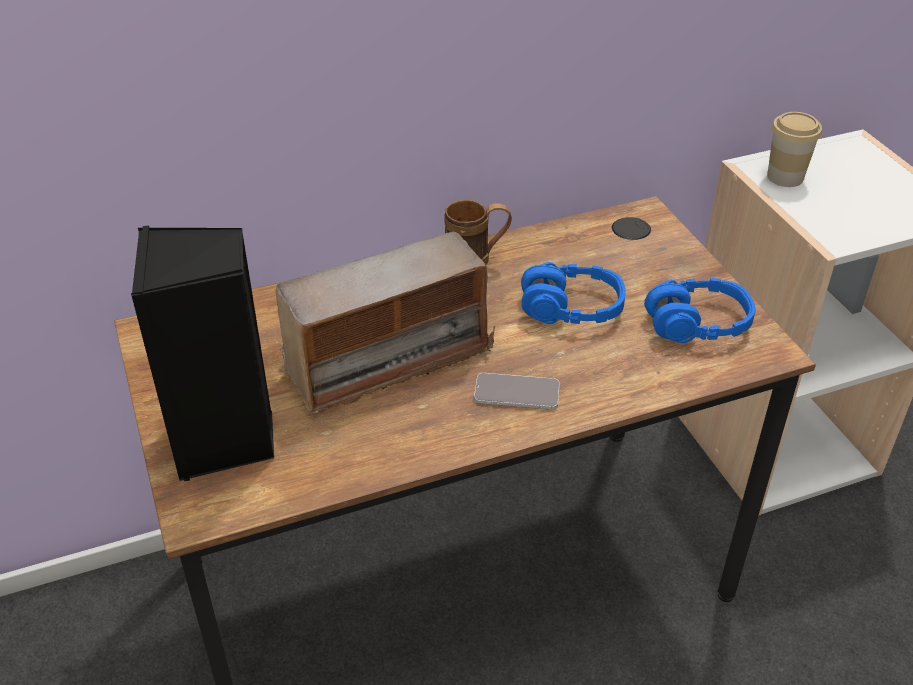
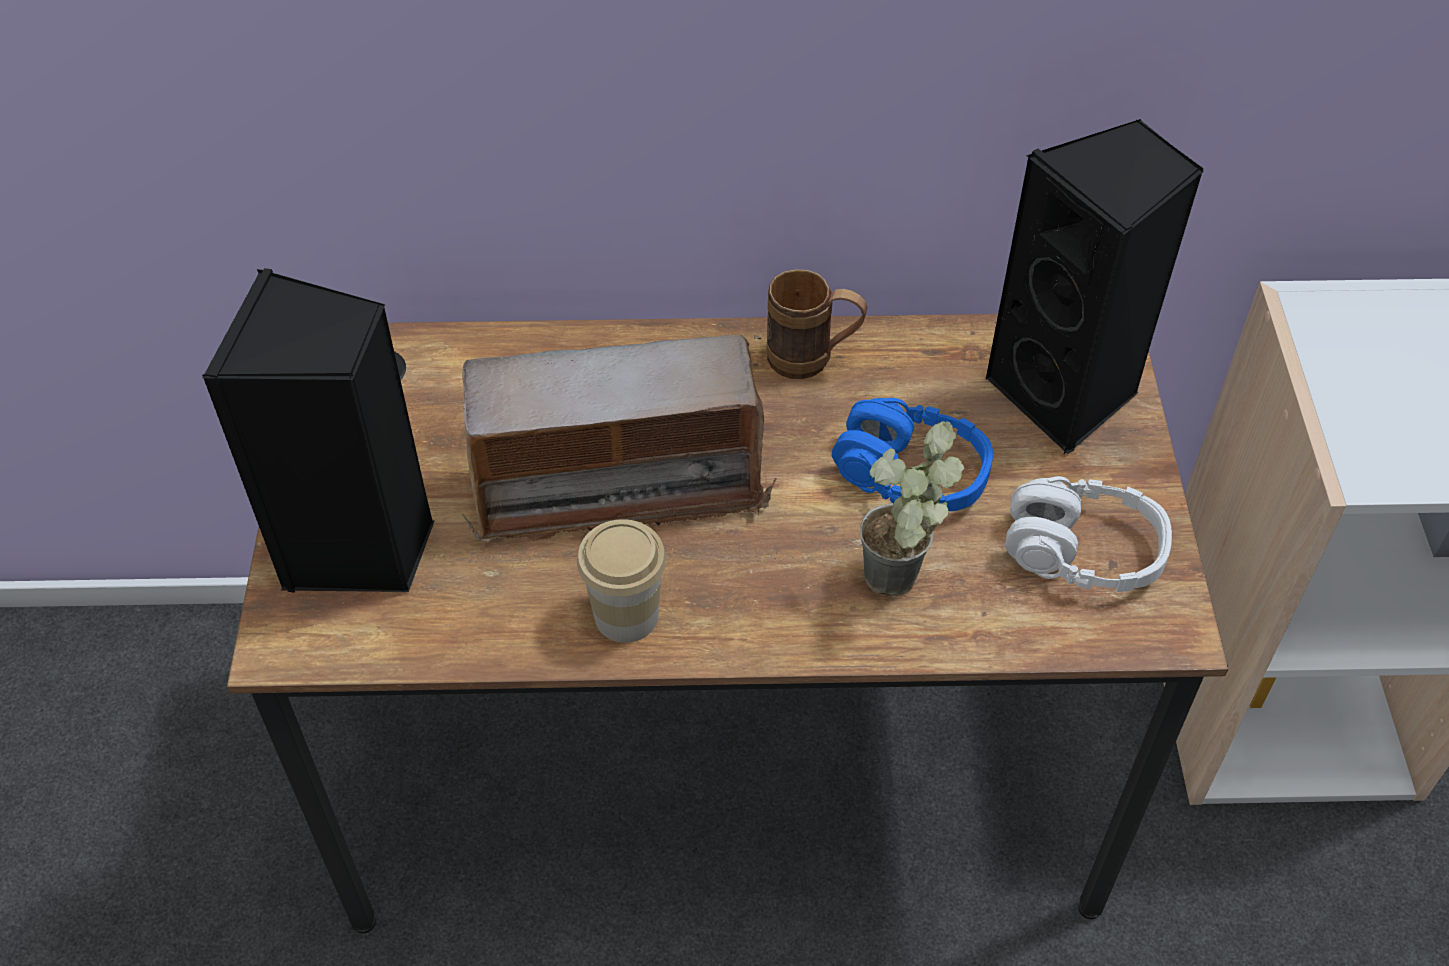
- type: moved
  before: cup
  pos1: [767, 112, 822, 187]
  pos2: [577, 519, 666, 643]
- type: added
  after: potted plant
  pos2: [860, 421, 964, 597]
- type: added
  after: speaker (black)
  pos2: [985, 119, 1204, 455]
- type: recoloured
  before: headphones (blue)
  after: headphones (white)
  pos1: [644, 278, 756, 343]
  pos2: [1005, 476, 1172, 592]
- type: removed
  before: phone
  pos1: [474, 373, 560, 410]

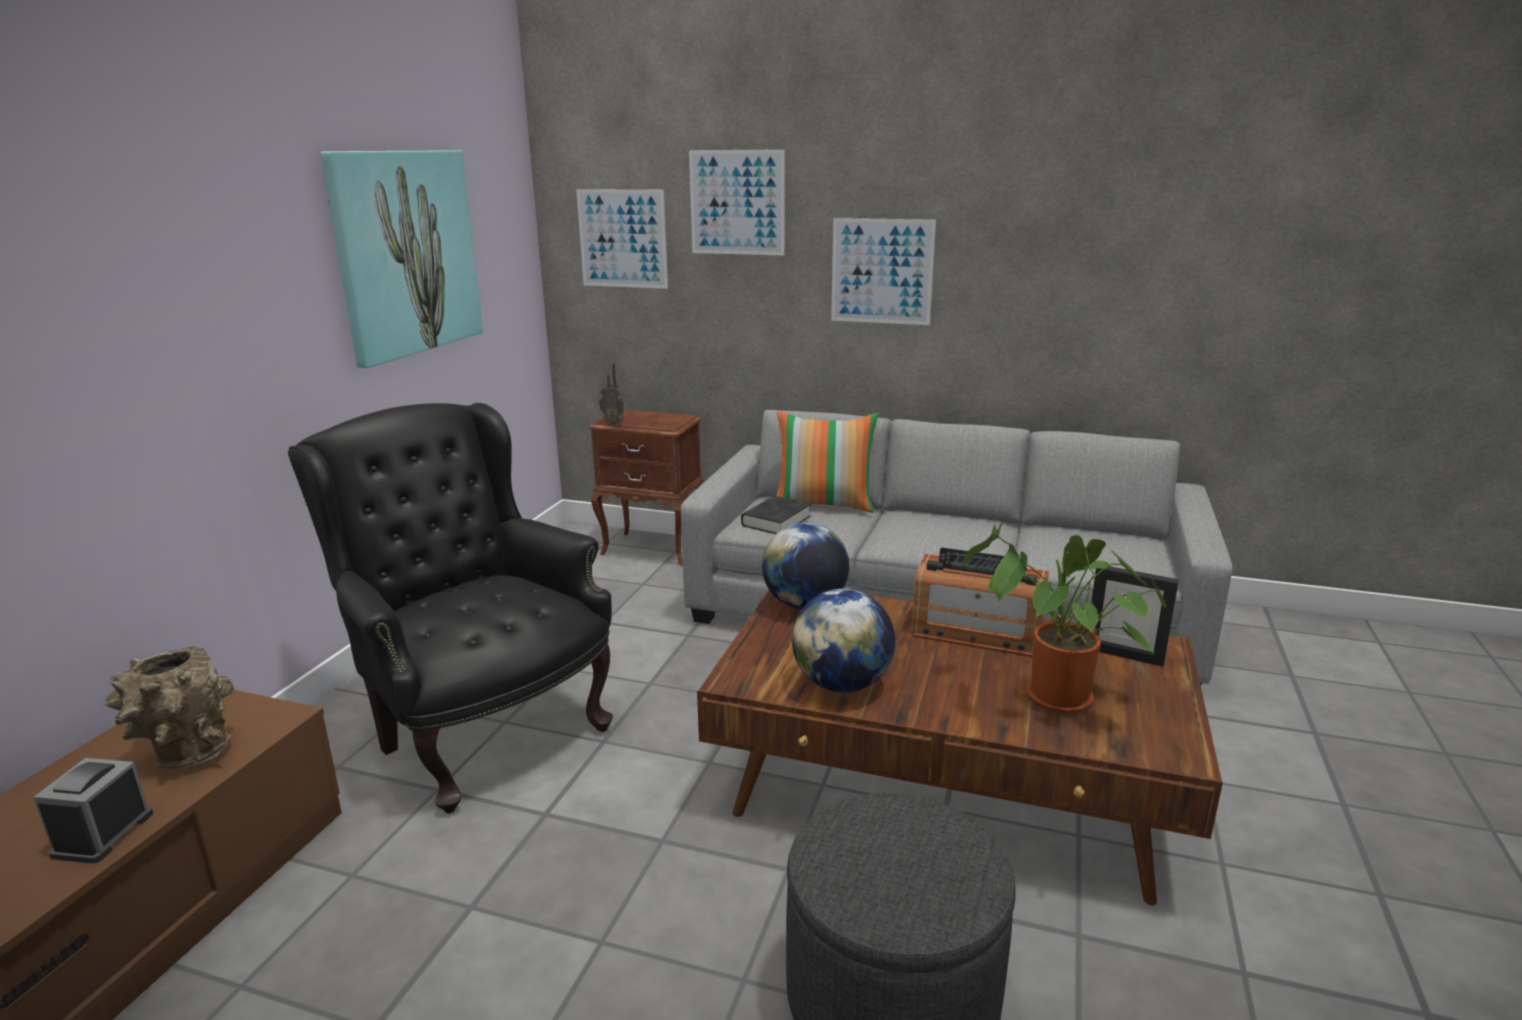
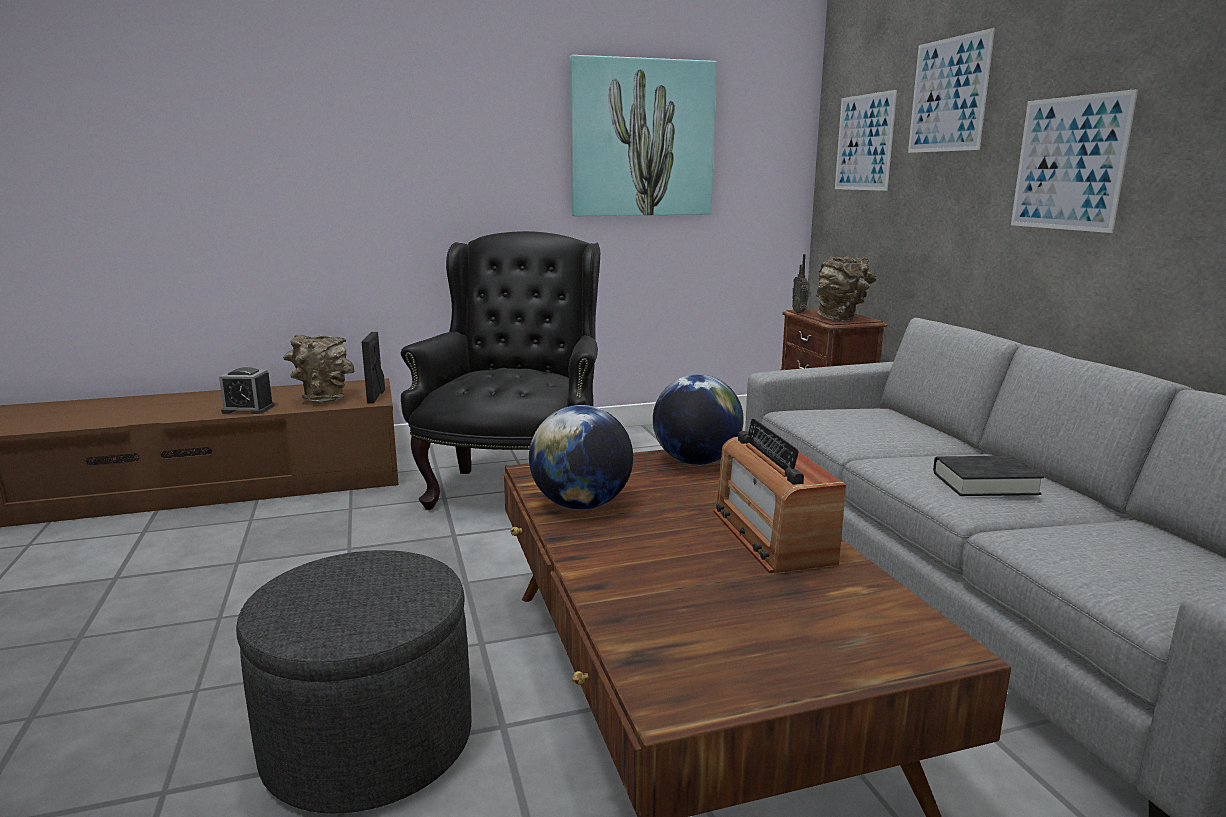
- type: turned
  before: alarm clock
  pos1: [33, 758, 153, 864]
  pos2: [219, 367, 275, 414]
  turn: -150
- type: moved
  before: picture frame
  pos1: [1091, 566, 1179, 667]
  pos2: [362, 332, 385, 403]
- type: added
  after: vase (brown)
  pos2: [816, 255, 876, 321]
- type: moved
  before: book (black)
  pos1: [741, 496, 811, 534]
  pos2: [933, 456, 1044, 496]
- type: removed
  before: pillow
  pos1: [776, 411, 878, 513]
- type: removed
  before: potted plant
  pos1: [964, 522, 1166, 714]

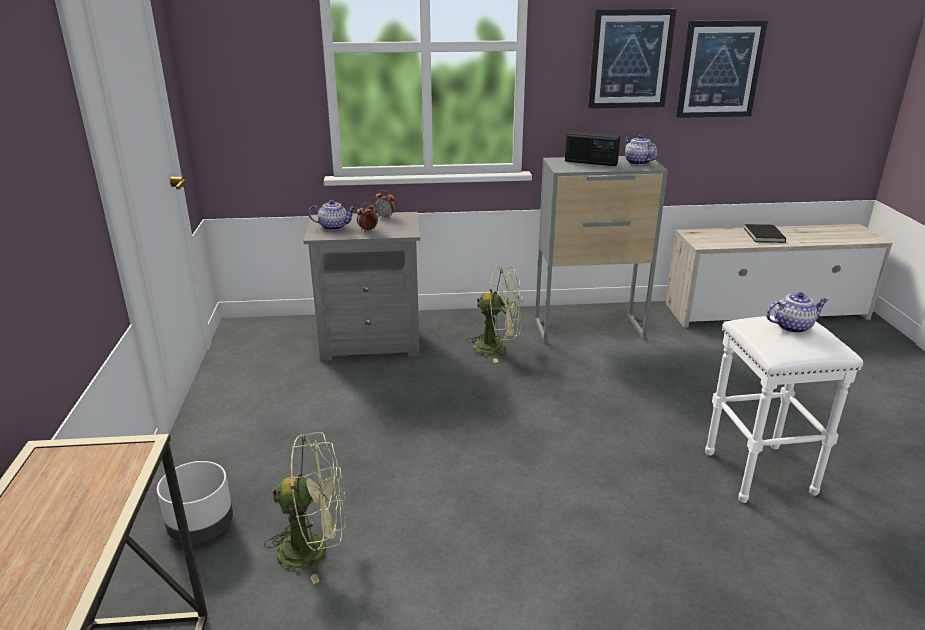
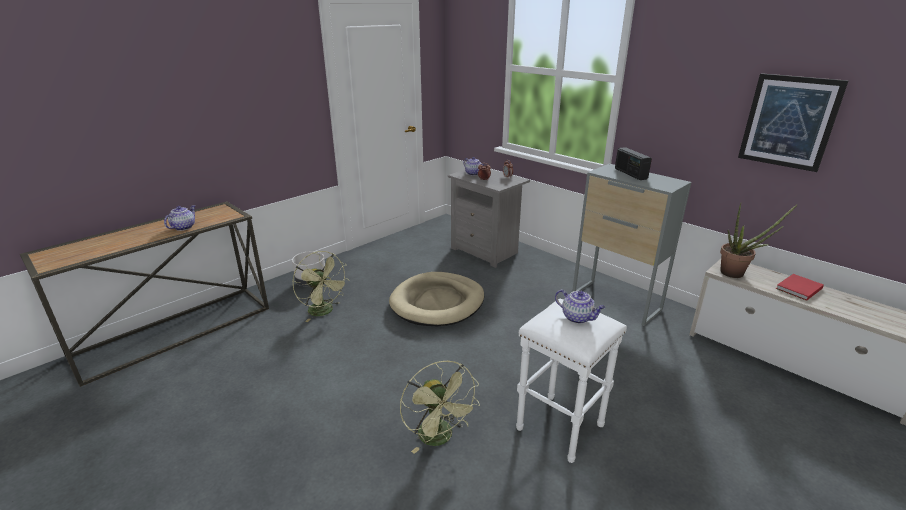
- type: moved
  before: teapot
  pos1: [624, 135, 657, 165]
  pos2: [164, 205, 195, 231]
- type: added
  after: dog bed (beige)
  pos2: [389, 272, 484, 326]
- type: moved
  before: fan (green)
  pos1: [466, 266, 523, 363]
  pos2: [400, 361, 480, 454]
- type: added
  after: potted plant
  pos2: [720, 203, 798, 278]
- type: recoloured
  before: book (black)
  after: book (red)
  pos1: [744, 224, 786, 243]
  pos2: [776, 274, 824, 301]
- type: removed
  before: picture
  pos1: [588, 9, 676, 108]

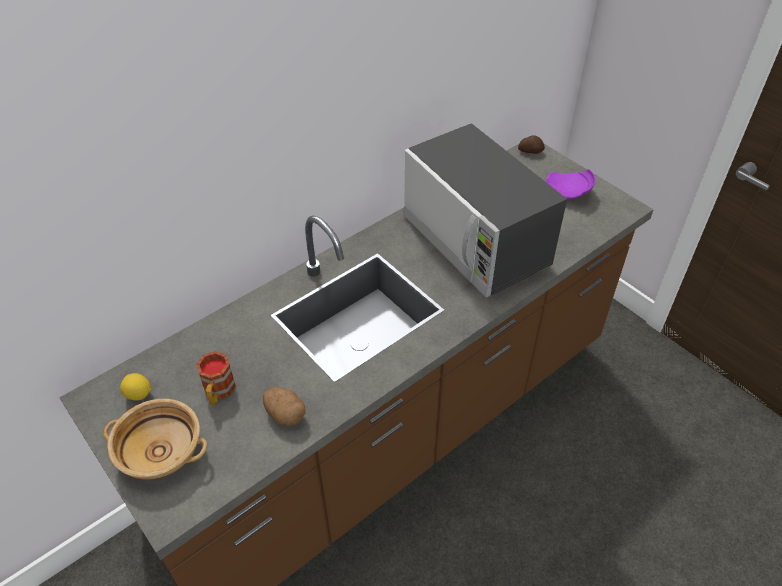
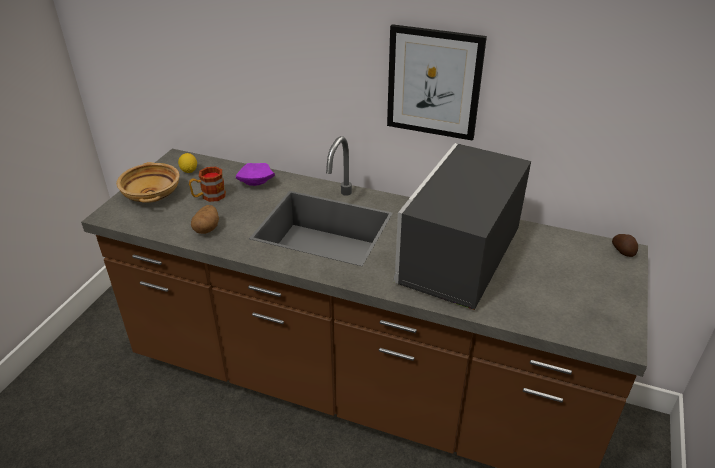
- type: moved
  before: plate (purple)
  pos1: [545, 169, 596, 199]
  pos2: [236, 163, 275, 186]
- type: added
  after: picture
  pos2: [387, 24, 487, 141]

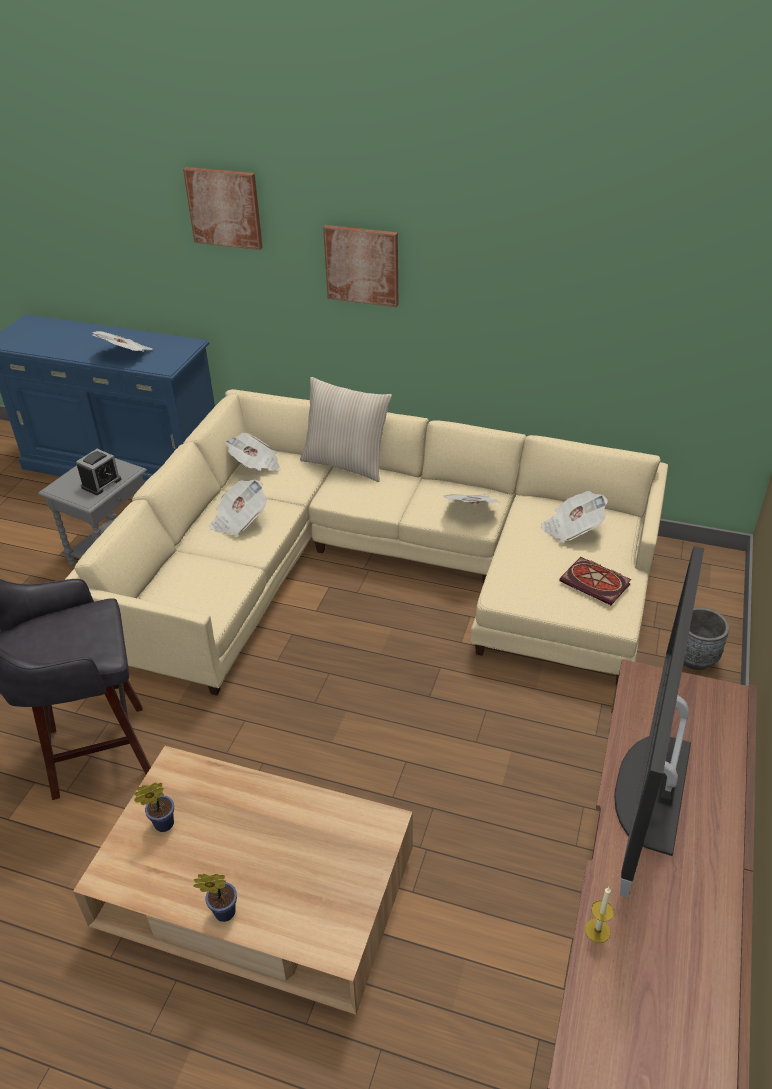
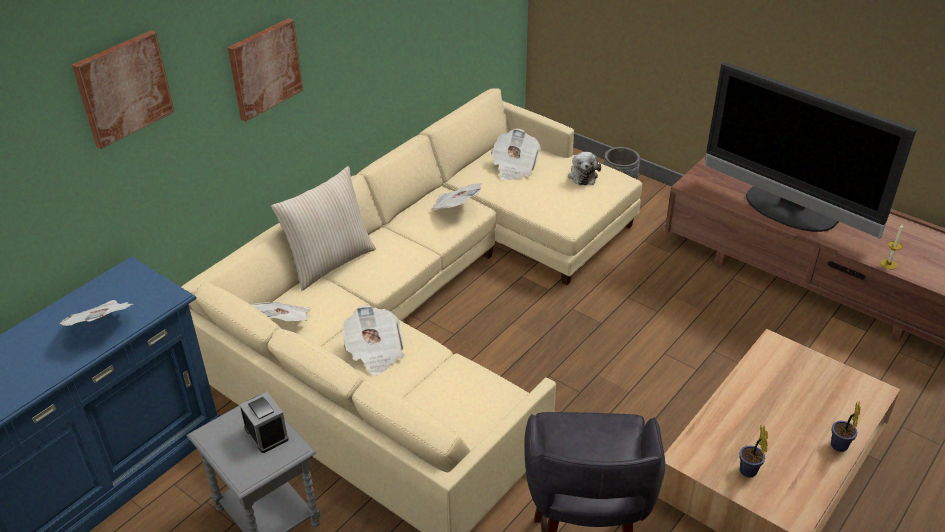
- type: replaced
  before: book
  after: plush toy
  pos1: [559, 557, 631, 605]
  pos2: [568, 152, 601, 185]

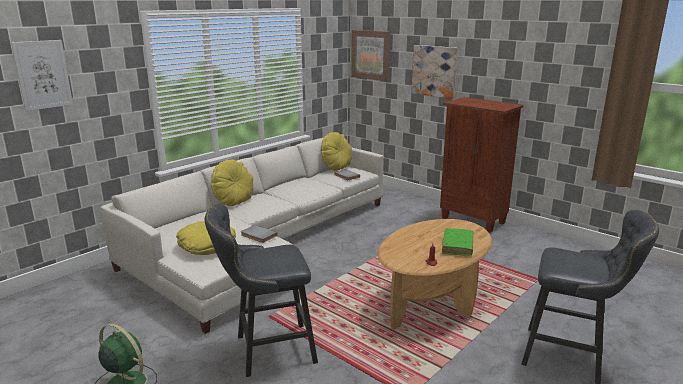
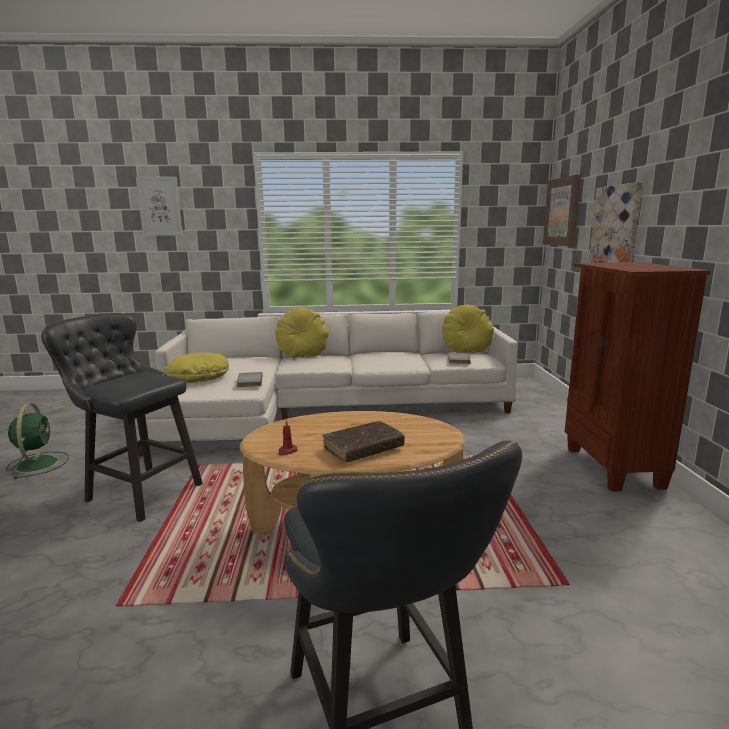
- type: recoloured
  before: book (green)
  after: book (brown)
  pos1: [442, 228, 474, 256]
  pos2: [323, 421, 405, 462]

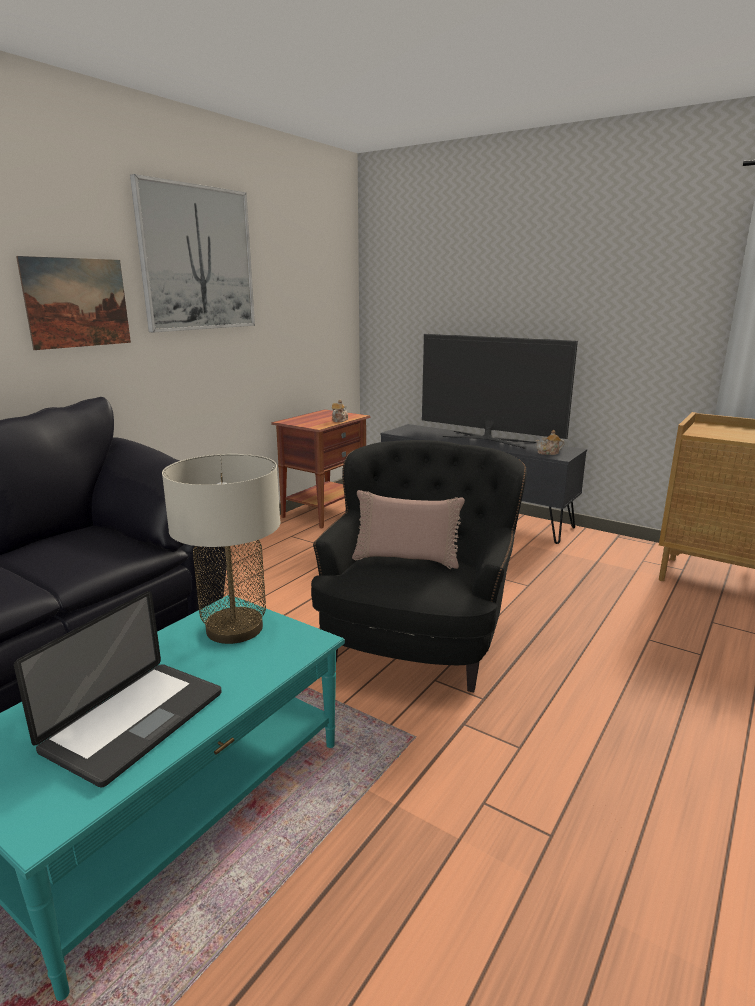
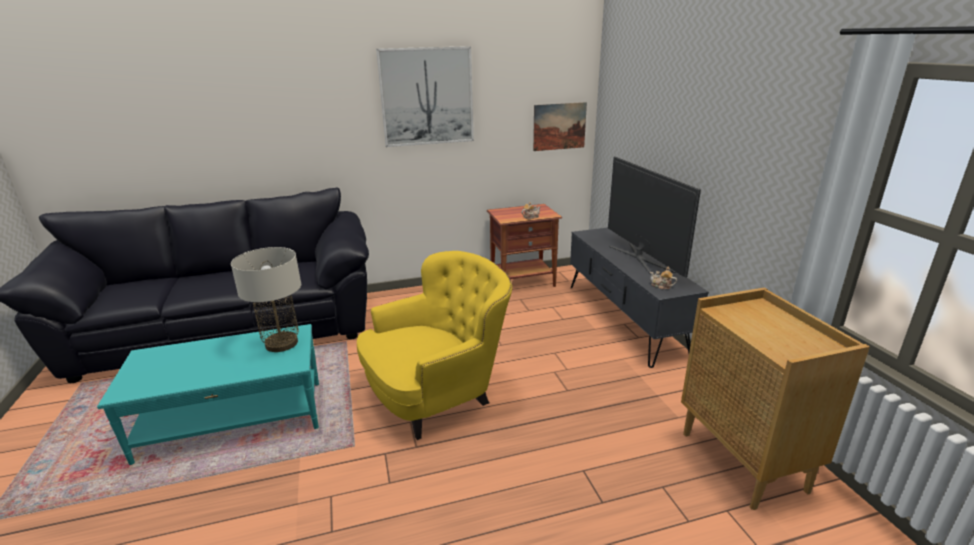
- type: recoloured
  before: armchair (black)
  after: armchair (yellow)
  pos1: [311, 440, 527, 692]
  pos2: [357, 251, 512, 440]
- type: moved
  before: picture
  pos1: [16, 256, 131, 350]
  pos2: [533, 102, 587, 151]
- type: removed
  before: laptop
  pos1: [14, 591, 221, 788]
- type: removed
  before: pillow (beige)
  pos1: [352, 490, 465, 569]

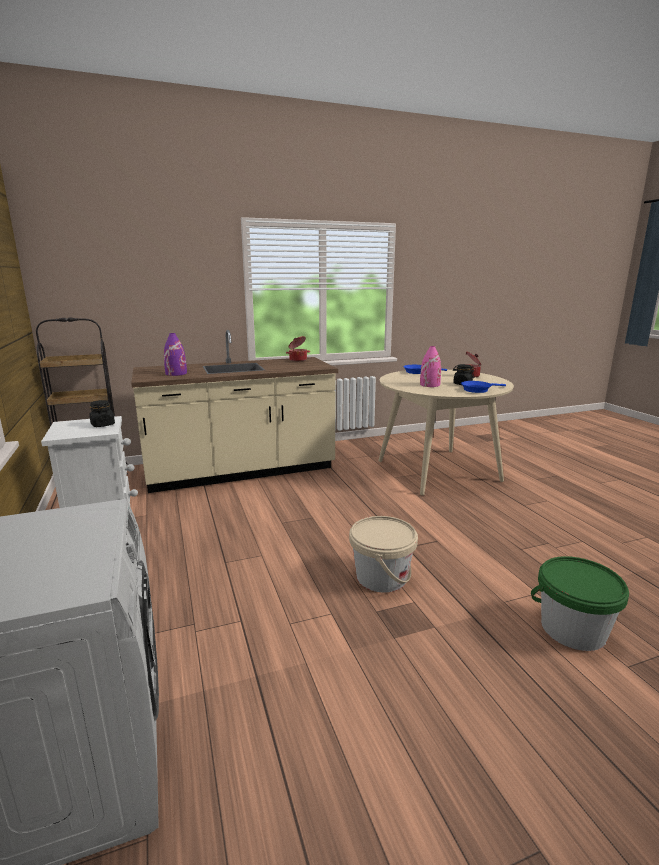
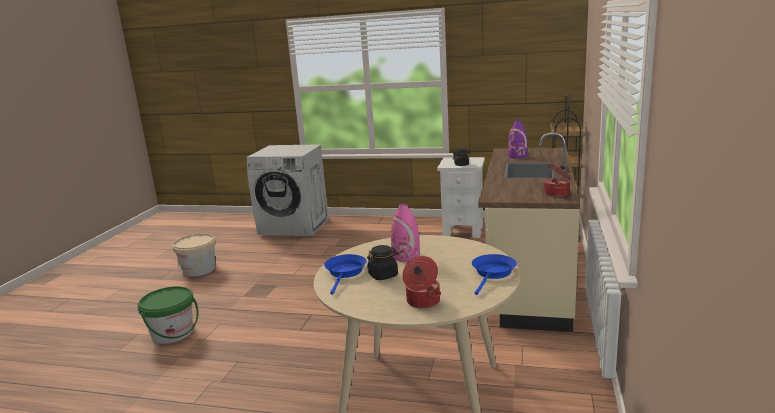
- type: moved
  before: bucket (beige)
  pos1: [349, 516, 418, 592]
  pos2: [172, 233, 216, 277]

